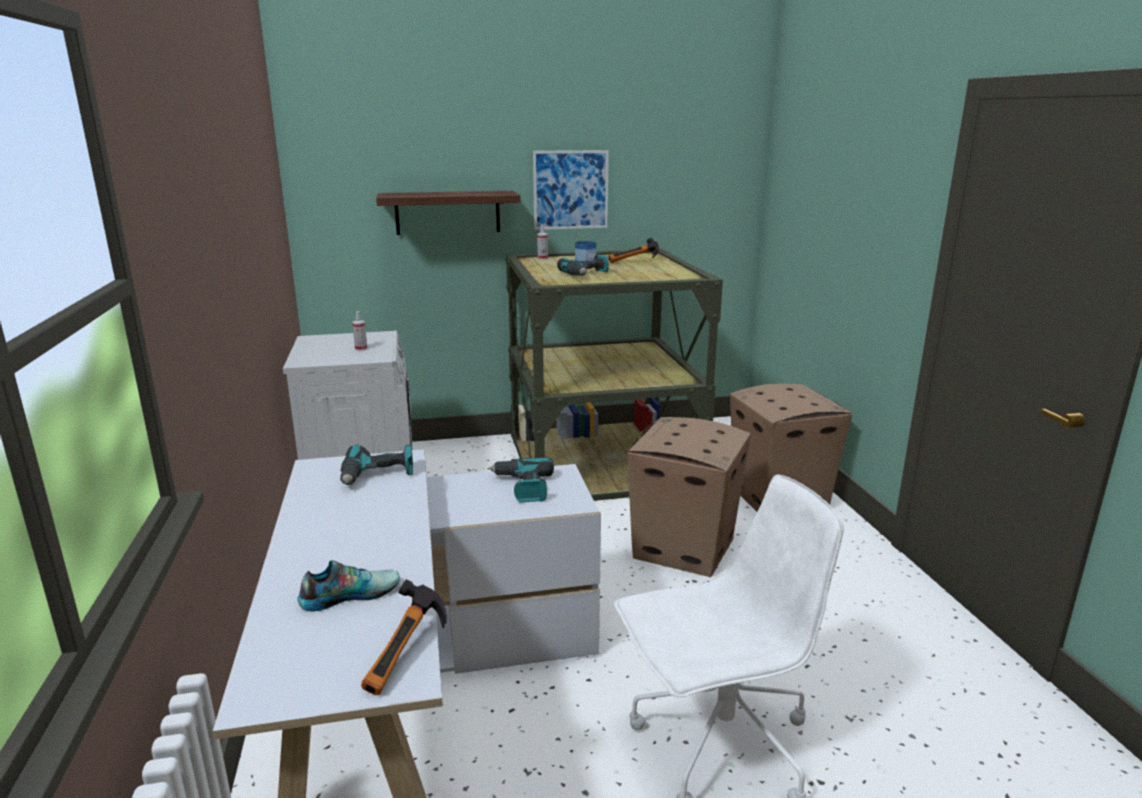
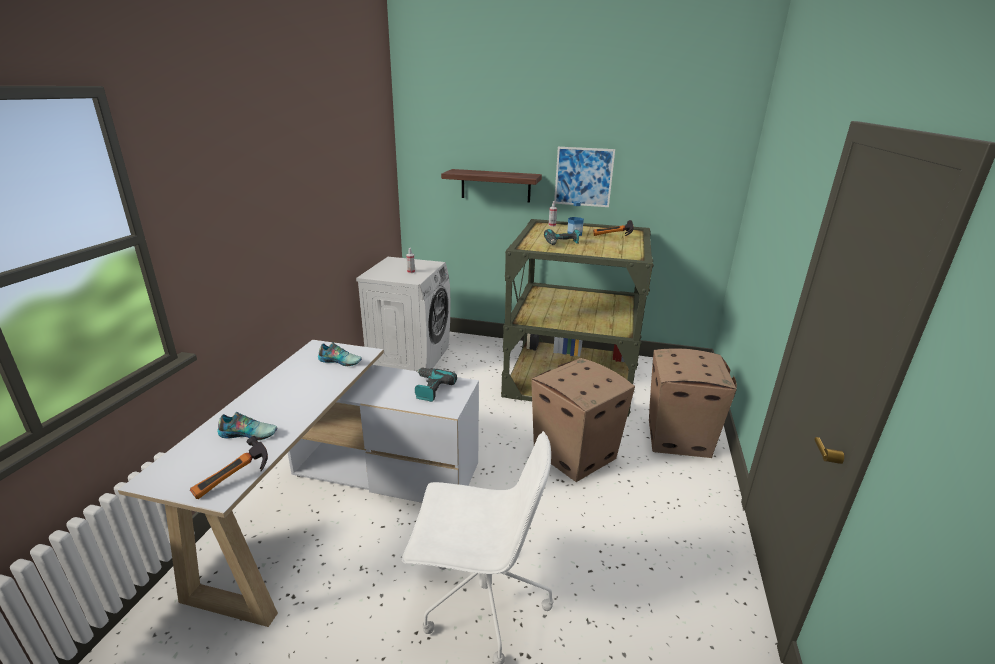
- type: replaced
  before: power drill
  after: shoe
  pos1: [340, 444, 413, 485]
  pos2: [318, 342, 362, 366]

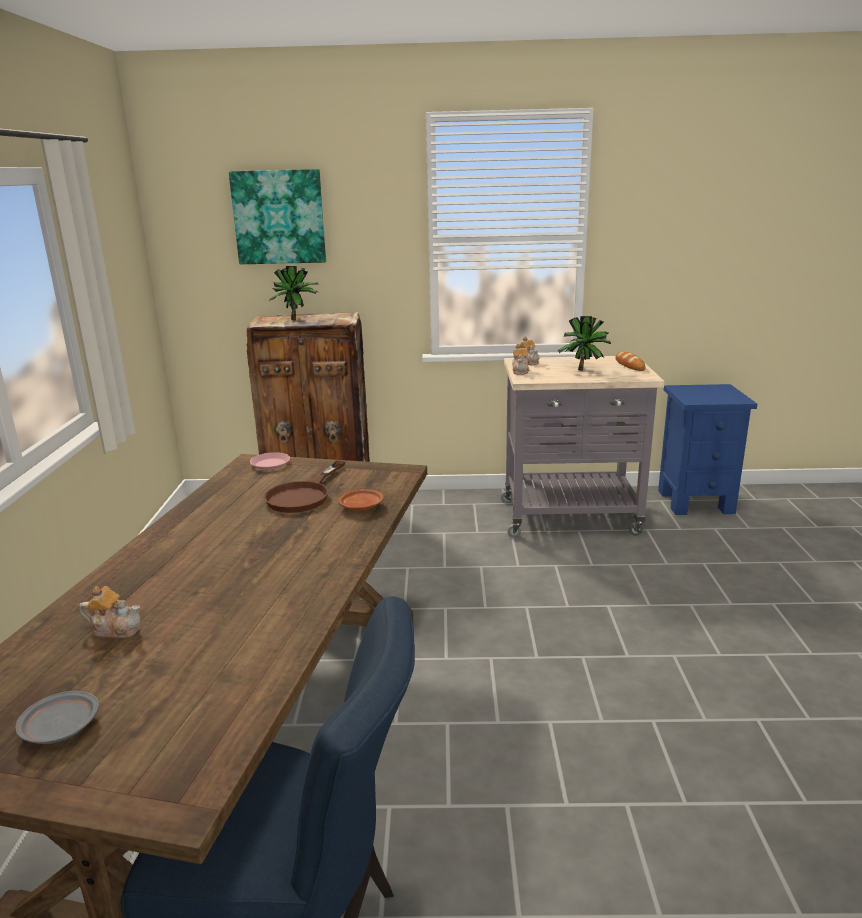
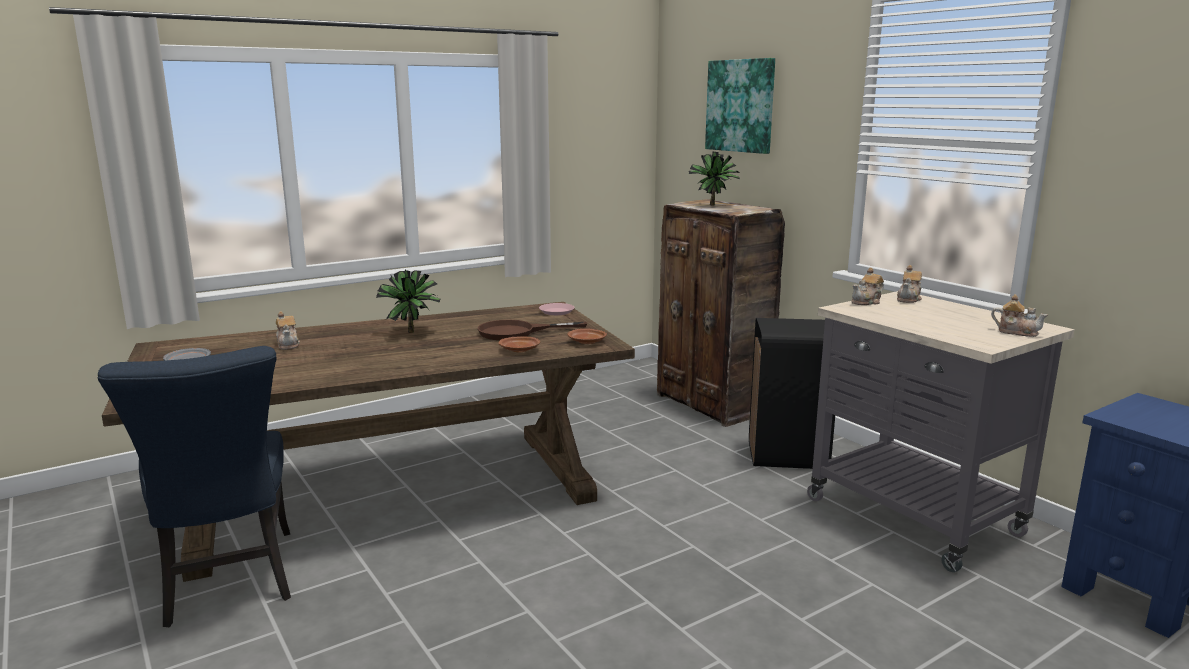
- type: moved
  before: potted plant
  pos1: [558, 316, 611, 371]
  pos2: [376, 270, 440, 333]
- type: added
  after: plate (brown)
  pos2: [567, 328, 607, 344]
- type: added
  after: trash can (black)
  pos2: [749, 318, 835, 469]
- type: replaced
  before: bread
  after: teapot
  pos1: [615, 351, 646, 371]
  pos2: [991, 294, 1048, 337]

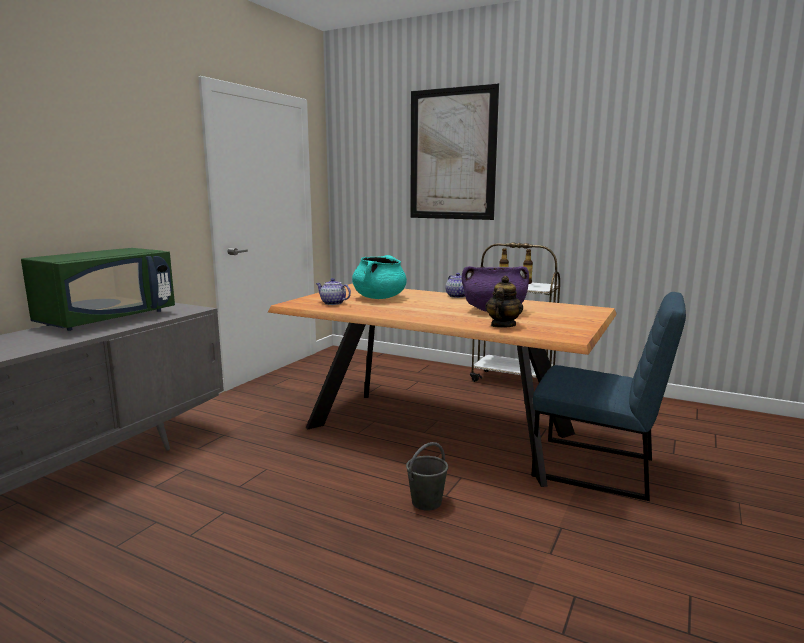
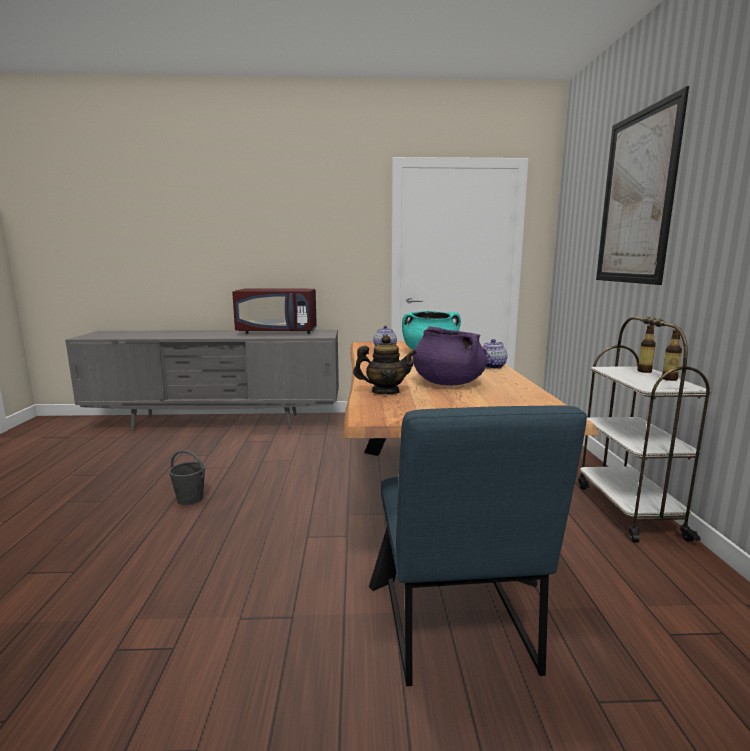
- type: moved
  before: bucket (grey)
  pos1: [406, 442, 448, 511]
  pos2: [169, 450, 206, 505]
- type: recoloured
  before: microwave (green)
  after: microwave (red)
  pos1: [21, 248, 175, 331]
  pos2: [232, 288, 317, 334]

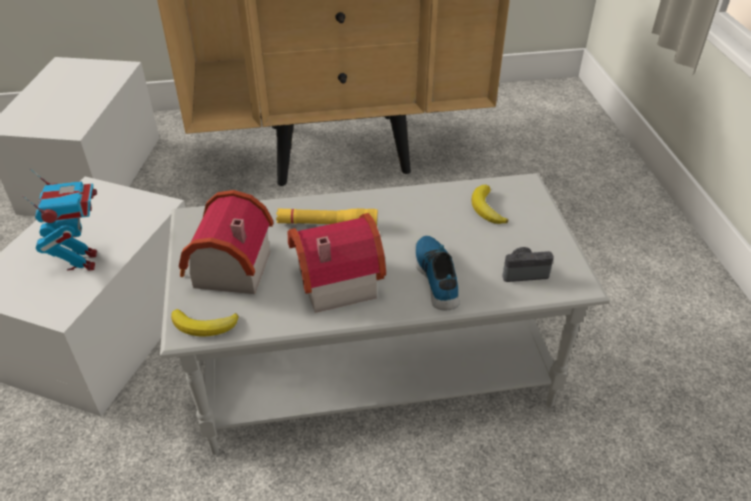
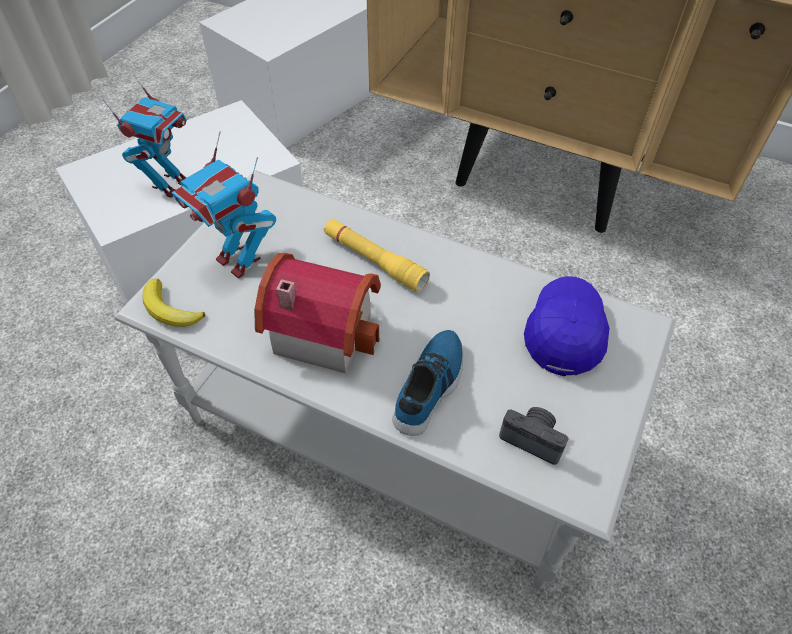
- type: replaced
  before: toy house
  after: toy robot
  pos1: [179, 190, 274, 294]
  pos2: [172, 131, 276, 279]
- type: replaced
  before: banana
  after: cap (blue)
  pos1: [471, 185, 509, 224]
  pos2: [524, 276, 609, 376]

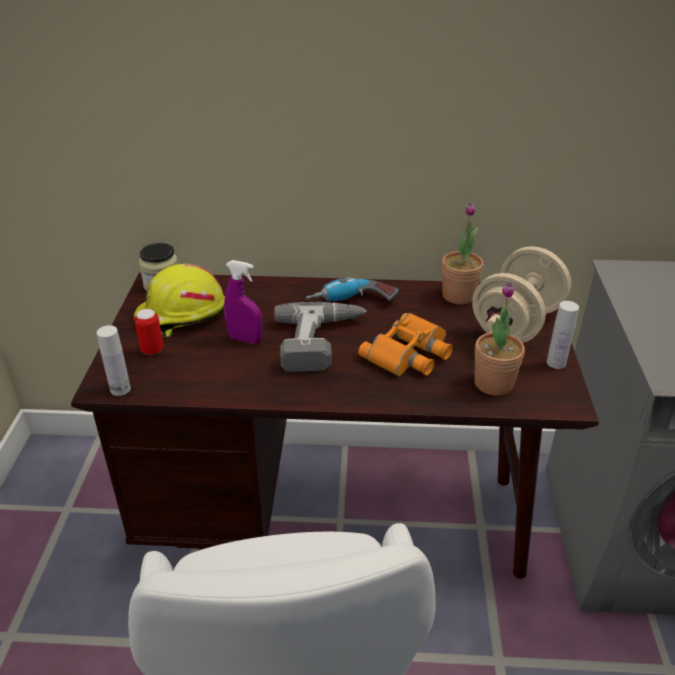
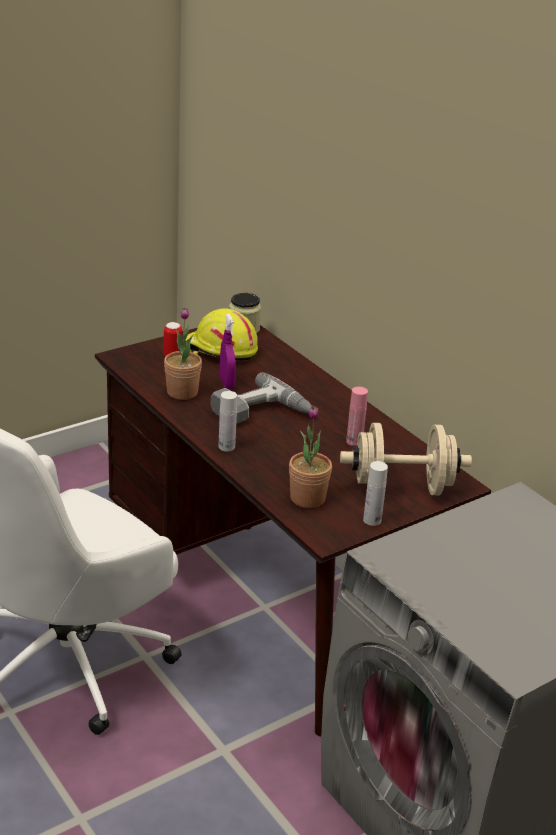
- type: moved
  before: potted plant
  pos1: [442, 203, 484, 304]
  pos2: [164, 308, 202, 400]
- type: moved
  before: bottle (white)
  pos1: [97, 325, 131, 396]
  pos2: [218, 391, 237, 452]
- type: added
  after: bottle (pink)
  pos2: [346, 387, 368, 446]
- type: removed
  before: power drill
  pos1: [306, 277, 399, 301]
- type: removed
  before: binoculars (orange)
  pos1: [358, 313, 453, 377]

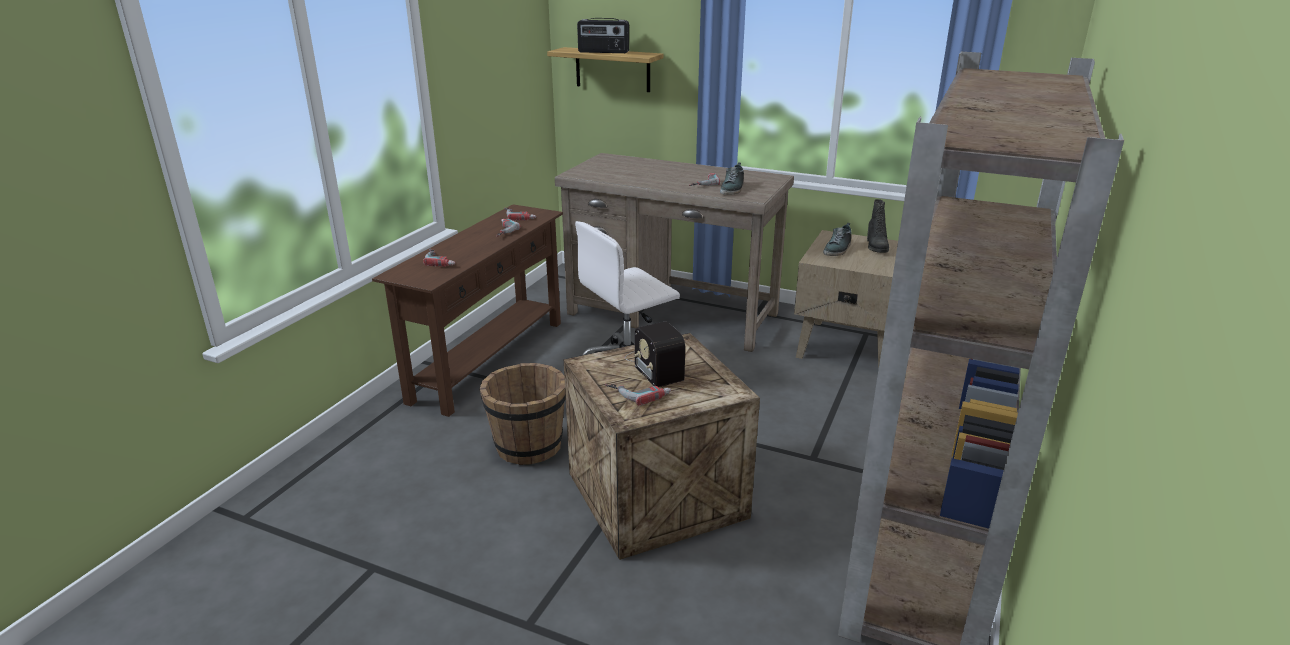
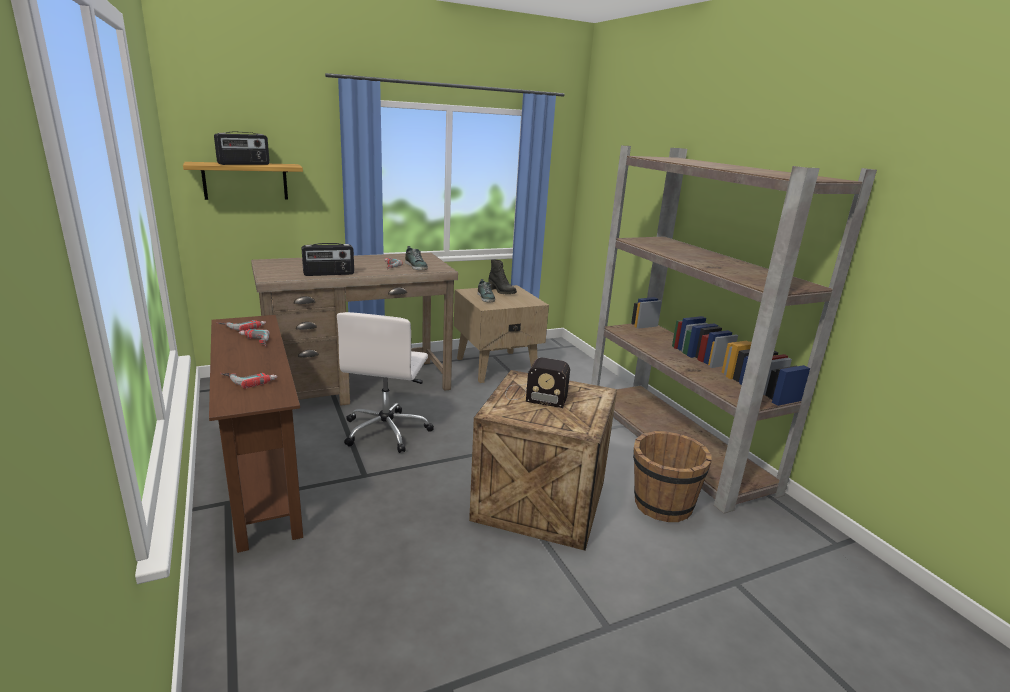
- type: added
  after: radio
  pos2: [301, 243, 354, 276]
- type: moved
  before: bucket (brown)
  pos1: [479, 363, 566, 465]
  pos2: [633, 431, 712, 522]
- type: removed
  before: power drill
  pos1: [605, 384, 671, 406]

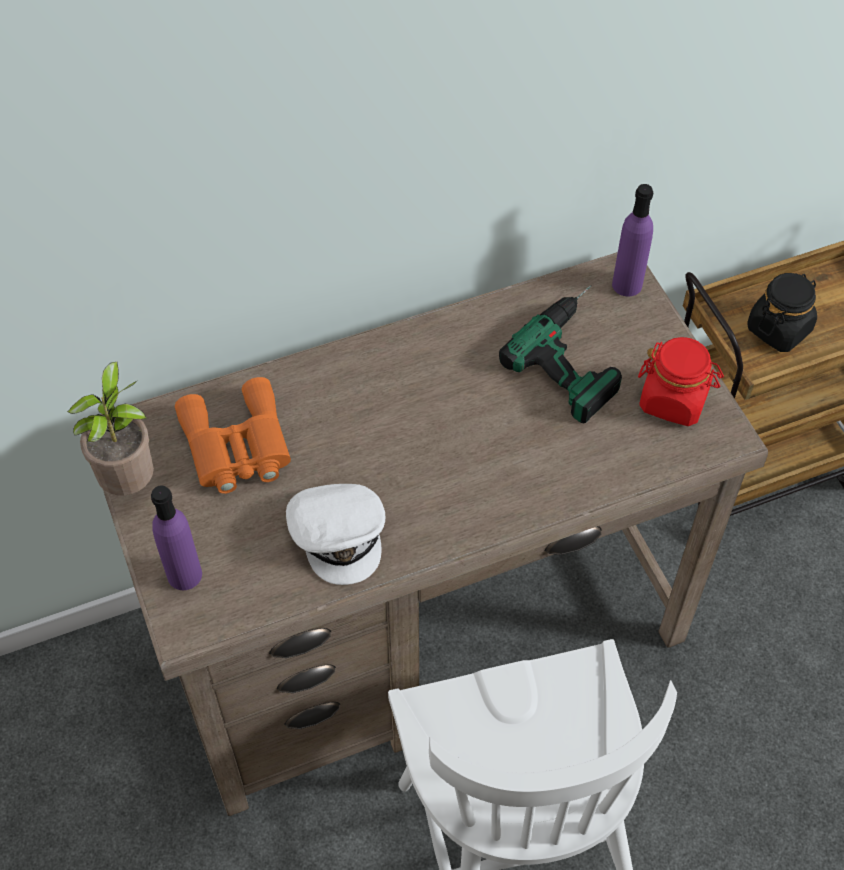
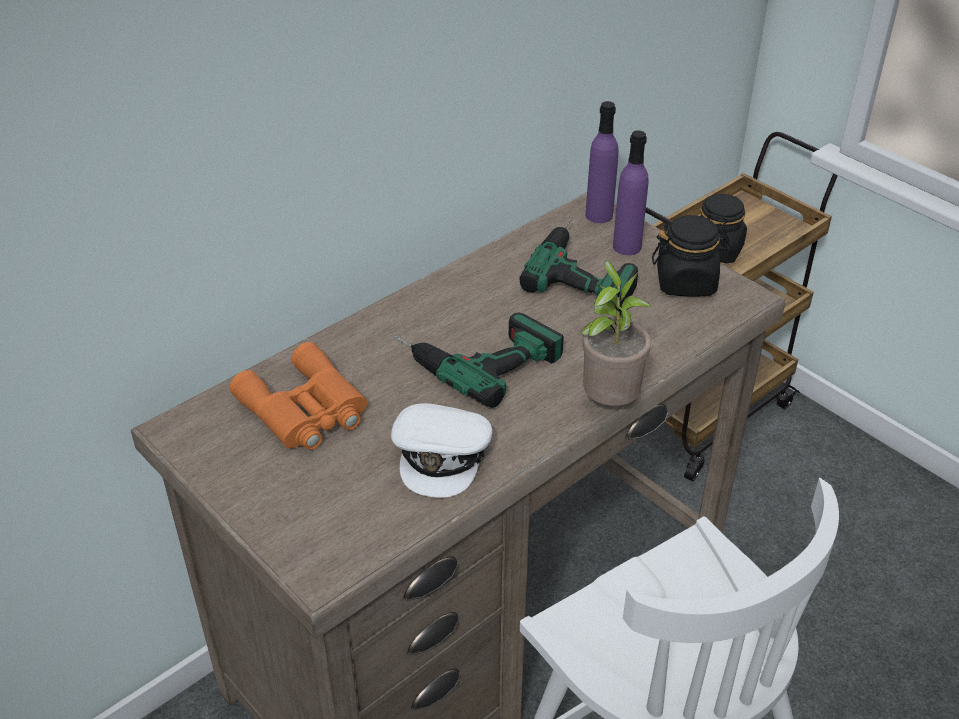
- type: turned
  before: cap (white)
  pos1: [286, 484, 385, 585]
  pos2: [391, 403, 493, 498]
  turn: 45
- type: added
  after: power drill
  pos2: [394, 312, 564, 408]
- type: moved
  before: potted plant
  pos1: [67, 362, 154, 496]
  pos2: [580, 260, 652, 406]
- type: moved
  before: bottle (purple)
  pos1: [151, 485, 202, 590]
  pos2: [613, 130, 649, 255]
- type: recoloured
  before: jar (red)
  after: jar (black)
  pos1: [638, 337, 724, 426]
  pos2: [652, 215, 731, 297]

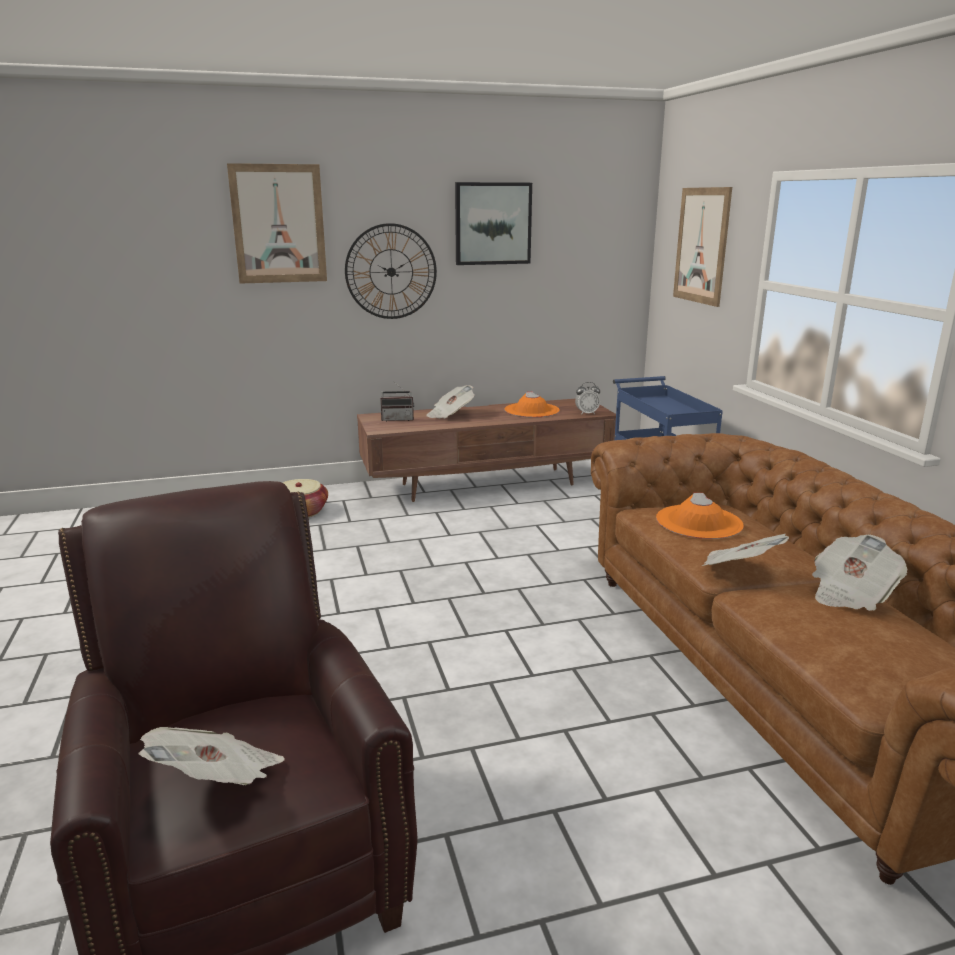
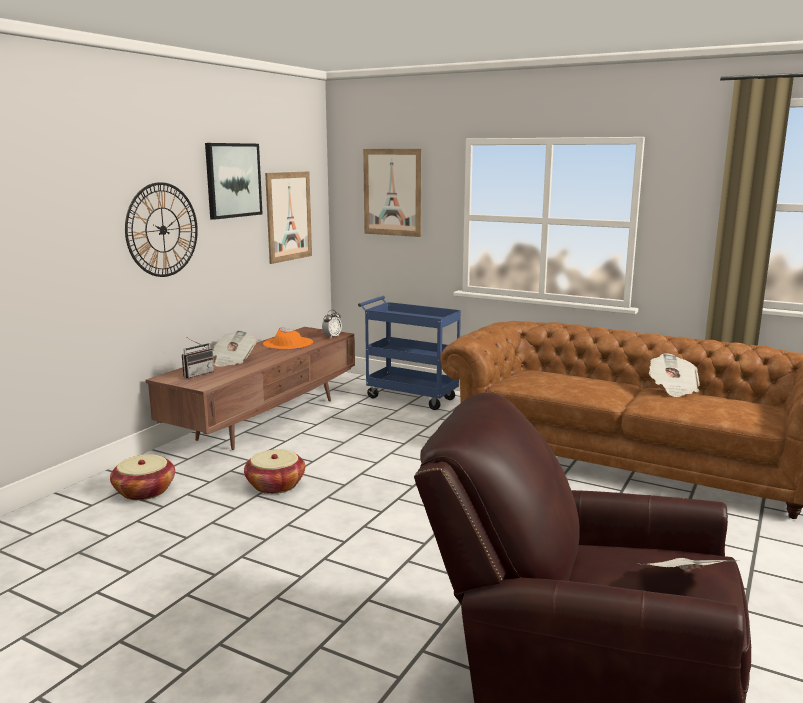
- type: added
  after: basket
  pos2: [244, 449, 305, 494]
- type: moved
  before: picture
  pos1: [227, 163, 327, 284]
  pos2: [265, 172, 312, 264]
- type: removed
  before: hat (orange)
  pos1: [656, 493, 744, 539]
- type: removed
  before: newspaper
  pos1: [702, 534, 789, 566]

